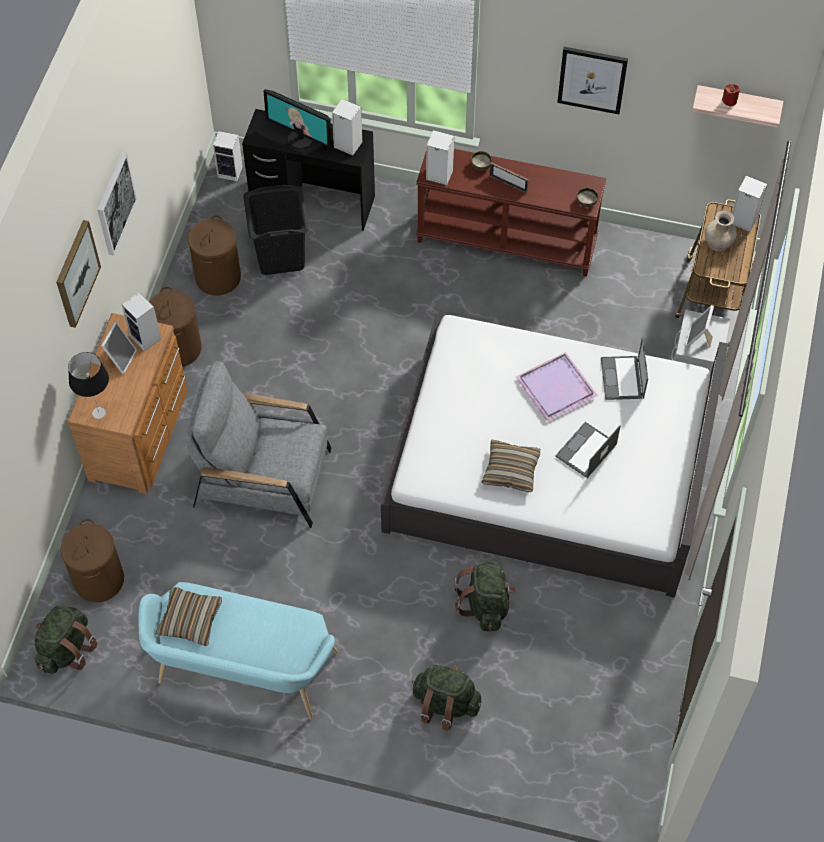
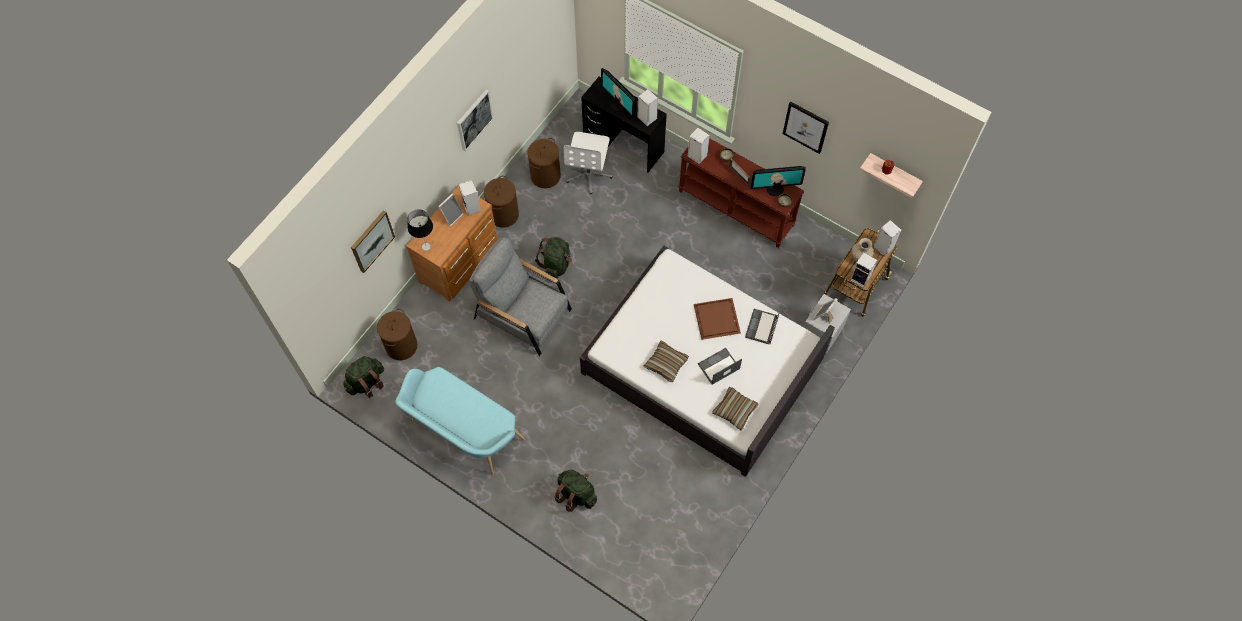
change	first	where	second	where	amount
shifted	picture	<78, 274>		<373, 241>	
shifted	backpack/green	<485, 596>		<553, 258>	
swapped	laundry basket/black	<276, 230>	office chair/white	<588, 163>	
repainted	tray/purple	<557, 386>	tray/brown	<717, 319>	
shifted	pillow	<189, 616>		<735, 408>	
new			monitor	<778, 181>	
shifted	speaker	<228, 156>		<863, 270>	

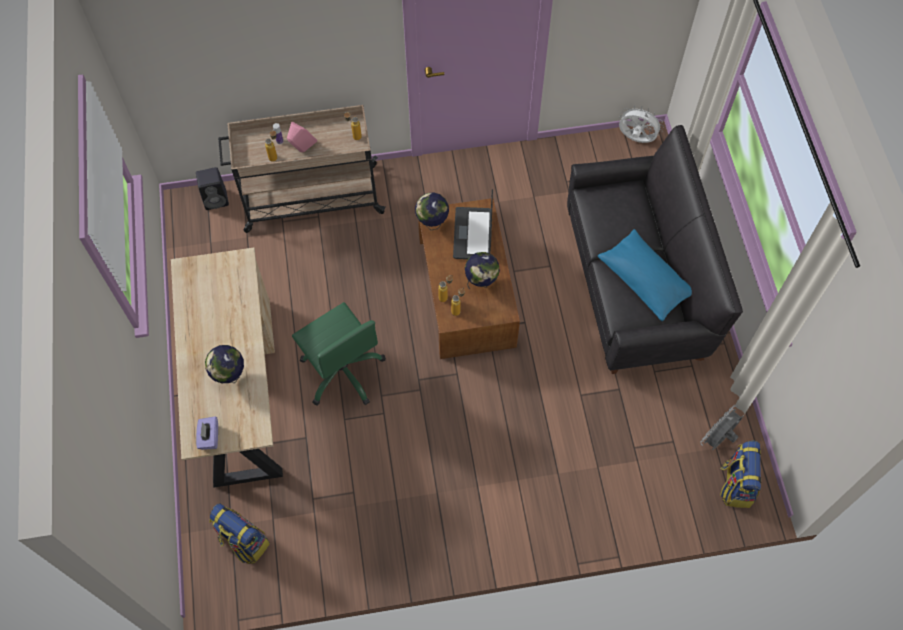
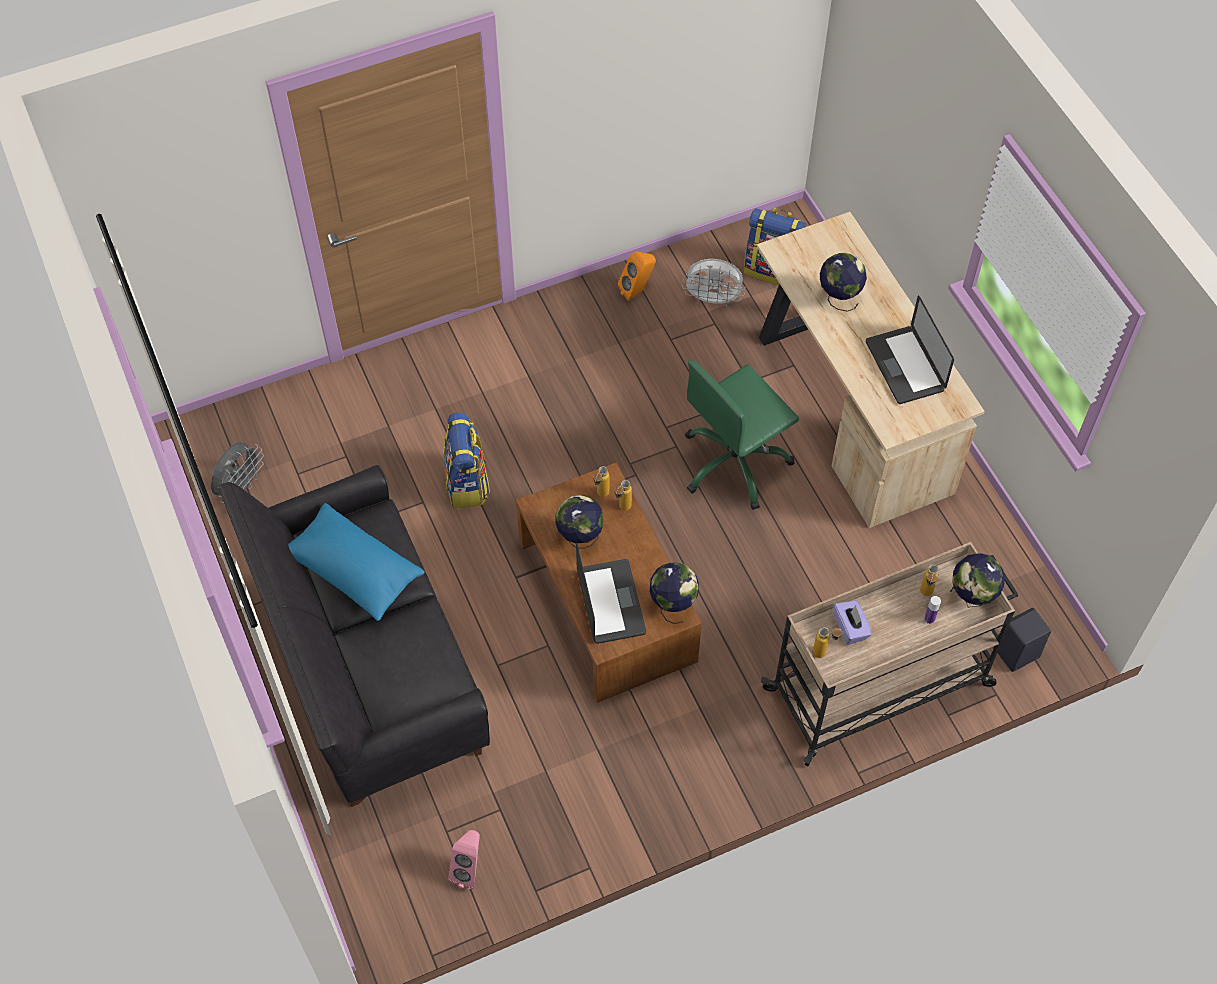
change	first	where	second	where	amount
shifted	backpack	<740, 474>		<466, 460>	
shifted	speaker/pink	<302, 137>		<464, 859>	
new			speaker/orange	<637, 276>	
shifted	fan/white	<641, 124>		<713, 283>	
rotated	office chair/green	<339, 354>		<742, 435>	75 degrees counterclockwise
shifted	tissue box/purple	<207, 433>		<852, 622>	
new			laptop	<910, 349>	
new			globe	<977, 581>	

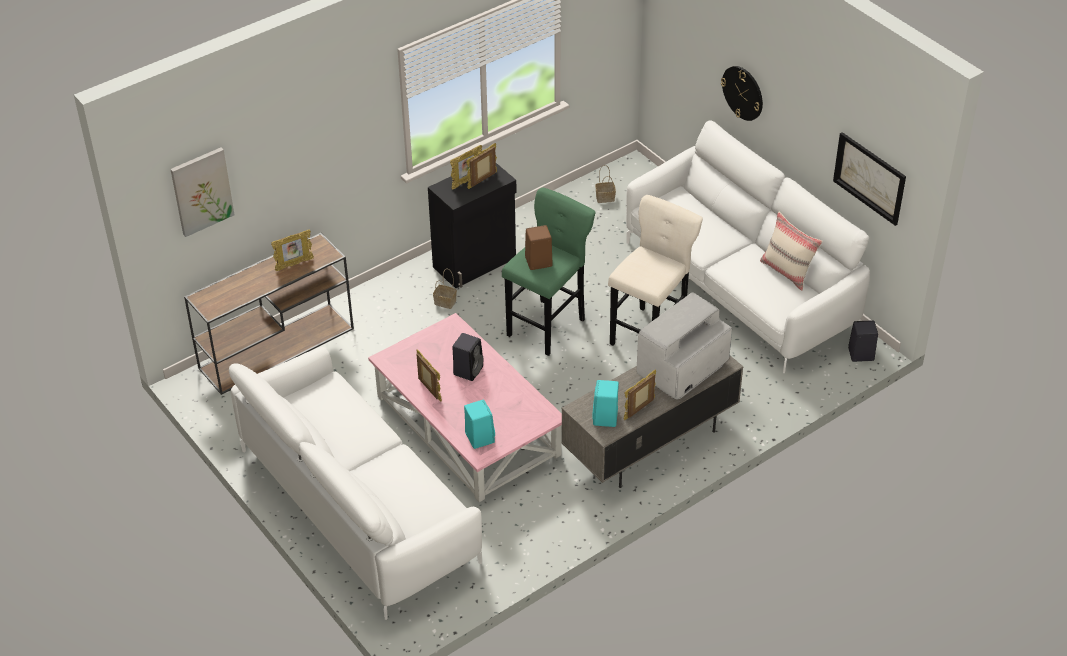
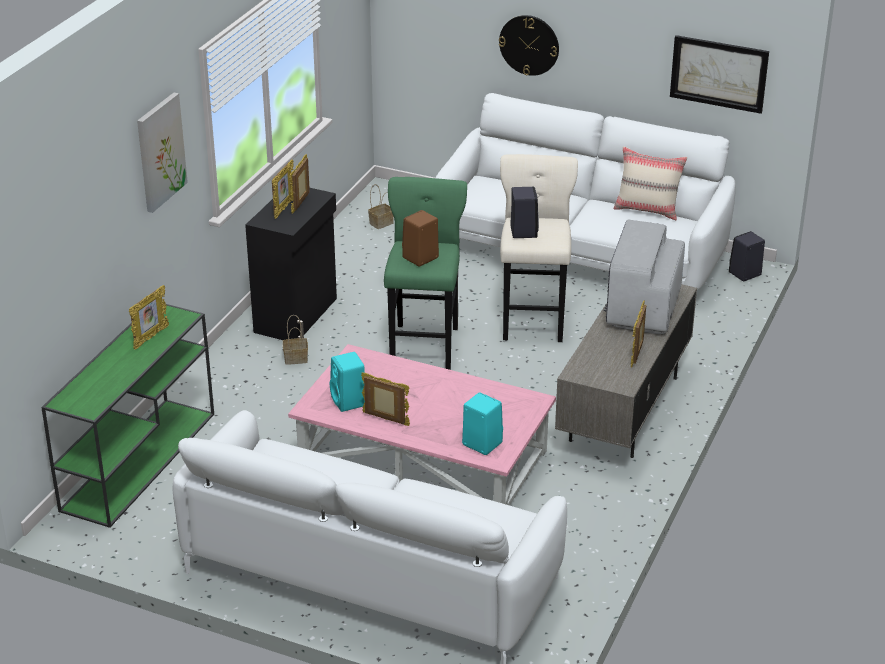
change	first	where	second	where	amount
repainted	console table/brown	<269, 314>	console table/green	<127, 416>	
shifted	picture	<202, 192>		<162, 153>	
shifted	speaker/turquoise	<605, 403>		<347, 382>	
shifted	speaker/black	<468, 357>		<524, 212>	

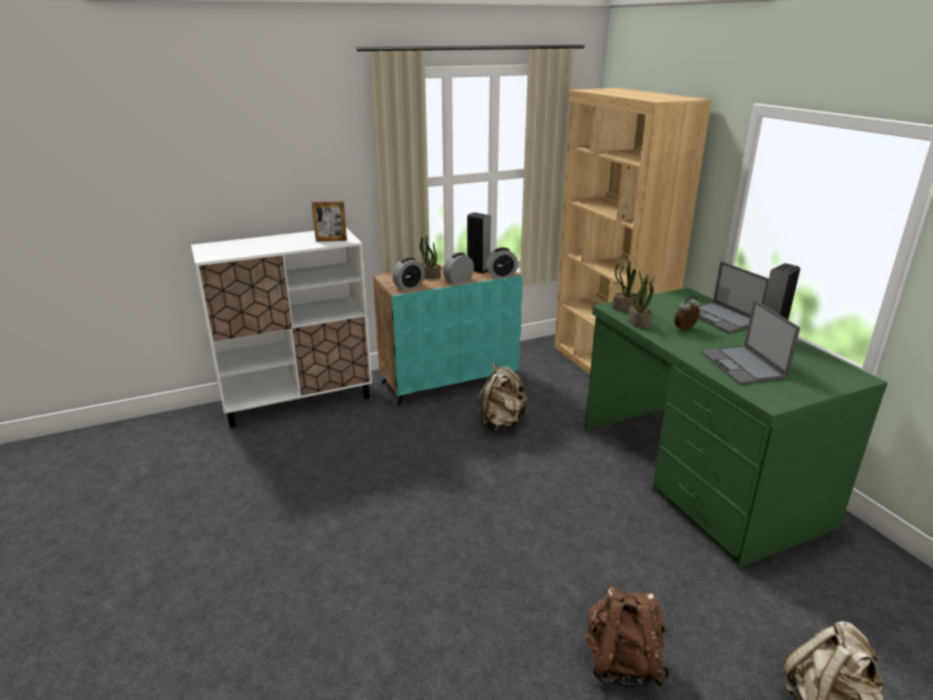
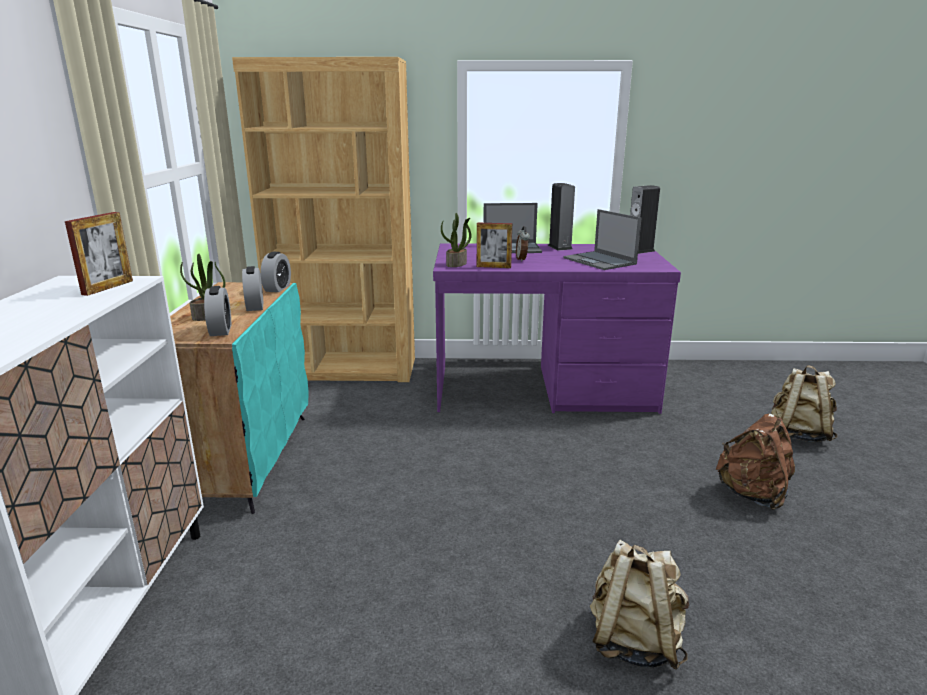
change	first	where	second	where	amount
repainted	desk/green	<736, 428>	desk/purple	<557, 328>	
swapped	potted plant	<642, 302>	picture frame	<494, 245>	
rotated	laptop	<750, 342>		<602, 239>	45 degrees clockwise
shifted	backpack/beige	<503, 397>		<639, 605>	
shifted	speaker	<479, 243>		<645, 219>	

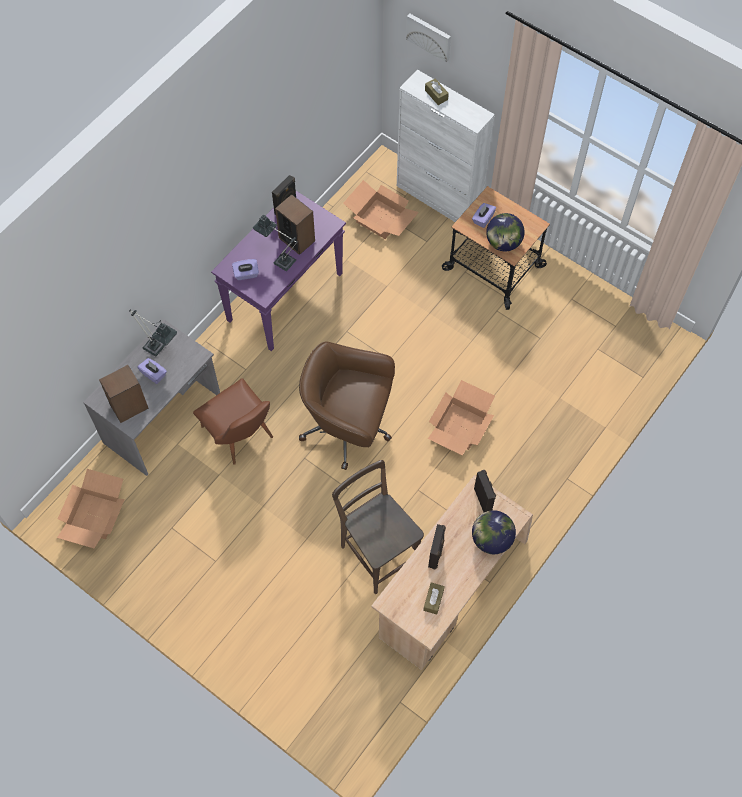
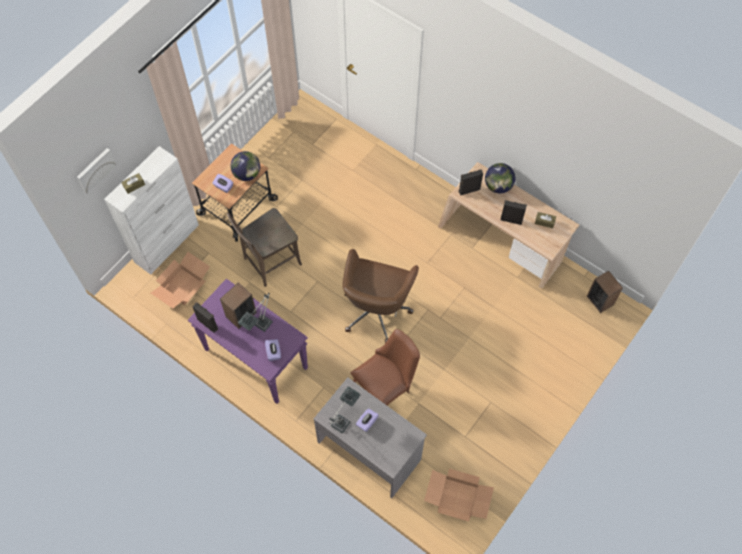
change	first	where	second	where	amount
shifted	chair/brown	<378, 527>		<264, 247>	
shifted	speaker	<123, 394>		<605, 292>	
gone	cardboard box	<461, 417>			

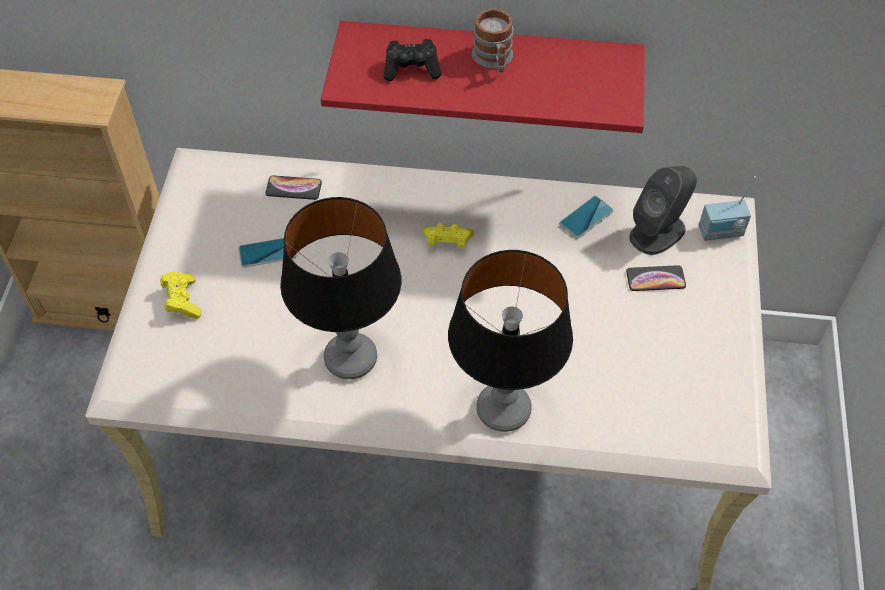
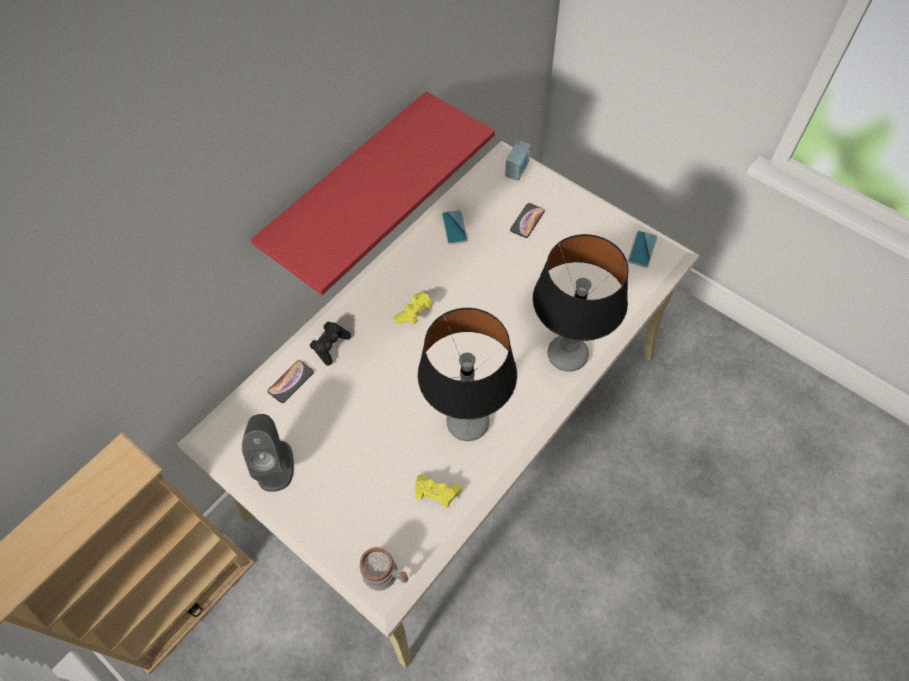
change	first	where	second	where	amount
shifted	speaker/grey	<663, 210>		<268, 453>	
shifted	game controller/black	<412, 60>		<330, 344>	
shifted	mug	<492, 40>		<384, 569>	
shifted	game controller/yellow	<181, 295>		<438, 491>	
shifted	phone	<267, 252>		<642, 249>	

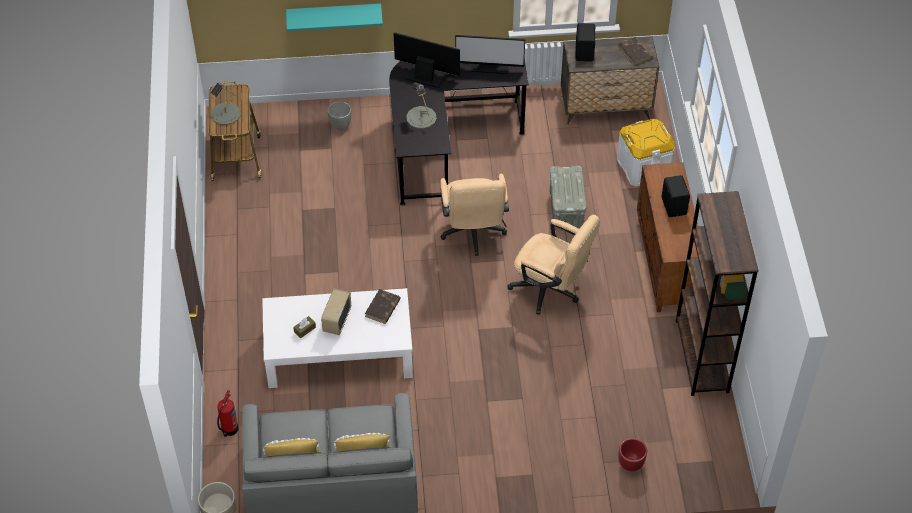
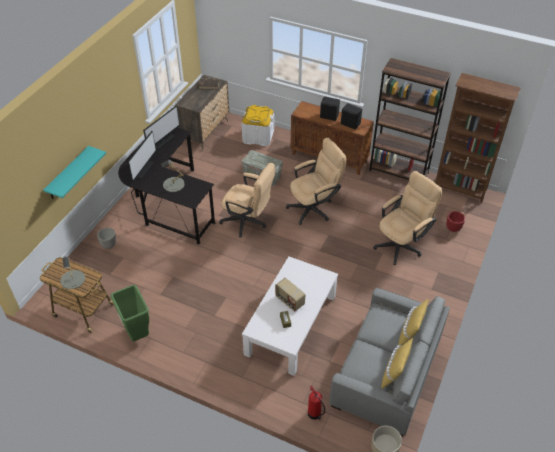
change	first	where	second	where	amount
new			trash can/green	<130, 313>	
rotated	monitor	<427, 60>		<142, 156>	150 degrees clockwise
shifted	speaker/black	<585, 42>		<351, 116>	
new			office chair/beige	<407, 218>	
new			bookcase/brown	<478, 138>	
gone	book/brown	<383, 306>			

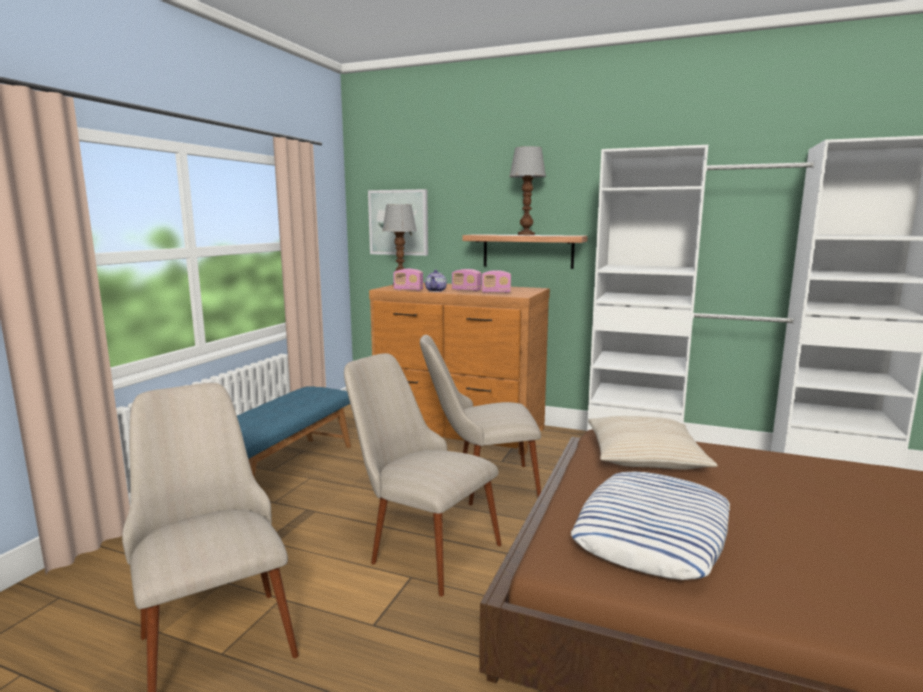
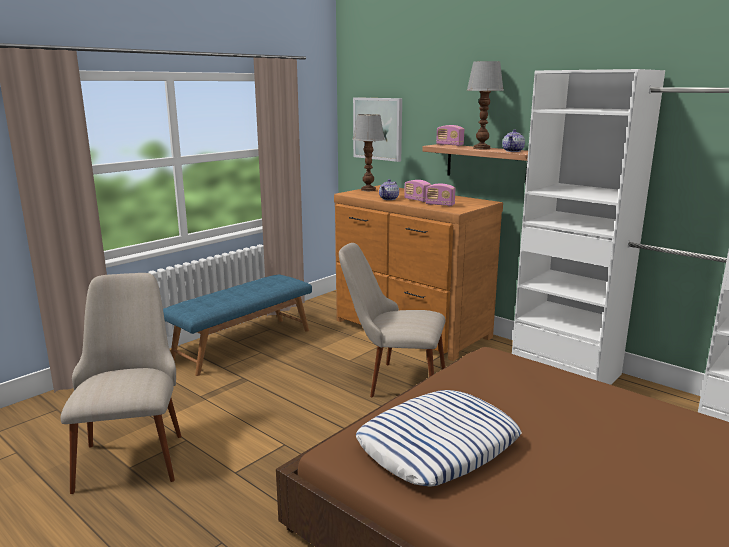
change	first	where	second	where	amount
shifted	radio	<408, 280>		<450, 135>	
new			teapot	<513, 140>	
gone	chair/beige	<422, 474>			
gone	pillow/beige	<653, 443>			

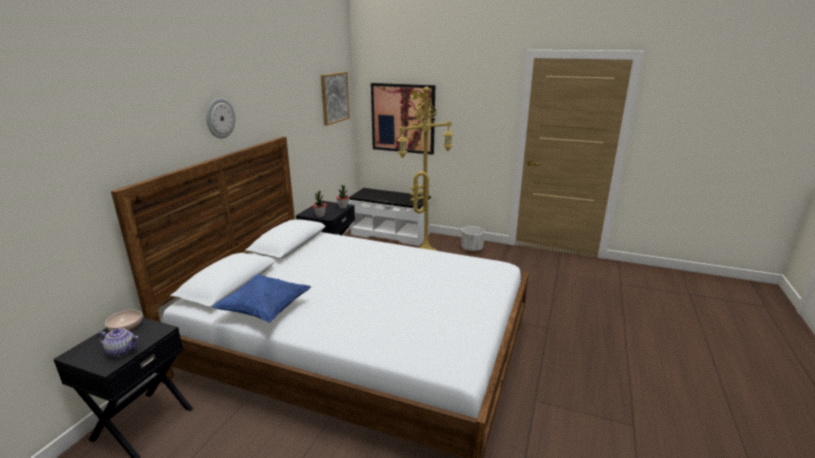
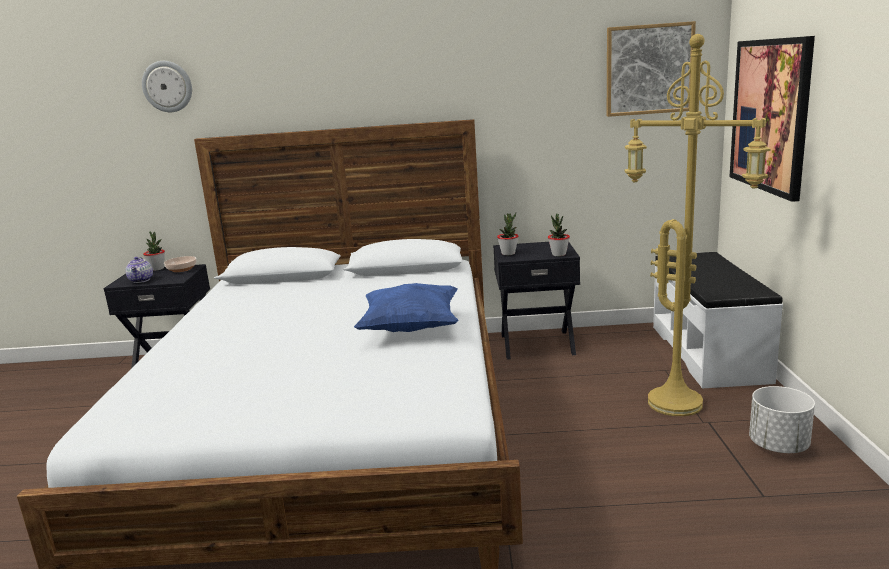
change	first	where	second	where	amount
shifted	wall clock	<220, 118>		<167, 86>	
new			potted plant	<154, 251>	
shifted	pillow/blue	<261, 298>		<406, 307>	

